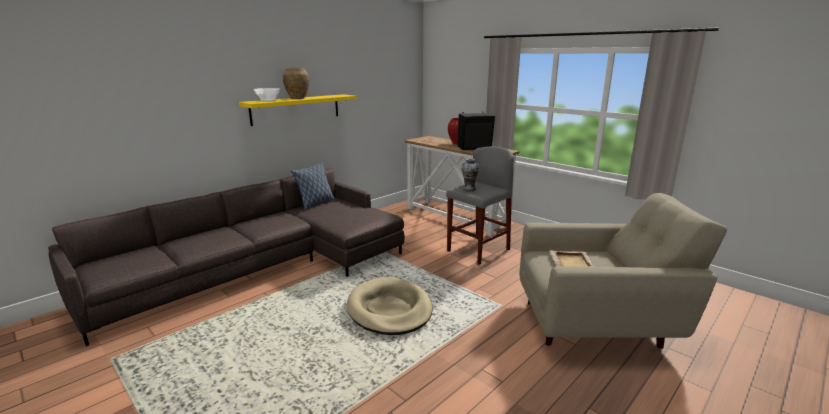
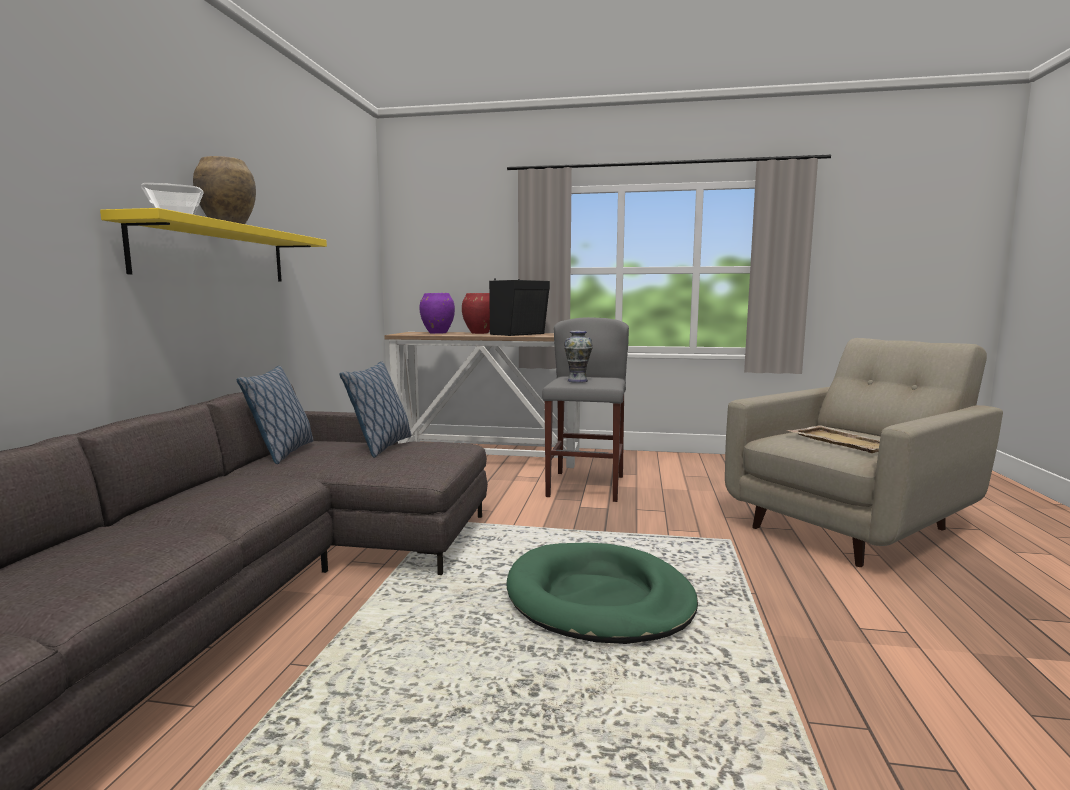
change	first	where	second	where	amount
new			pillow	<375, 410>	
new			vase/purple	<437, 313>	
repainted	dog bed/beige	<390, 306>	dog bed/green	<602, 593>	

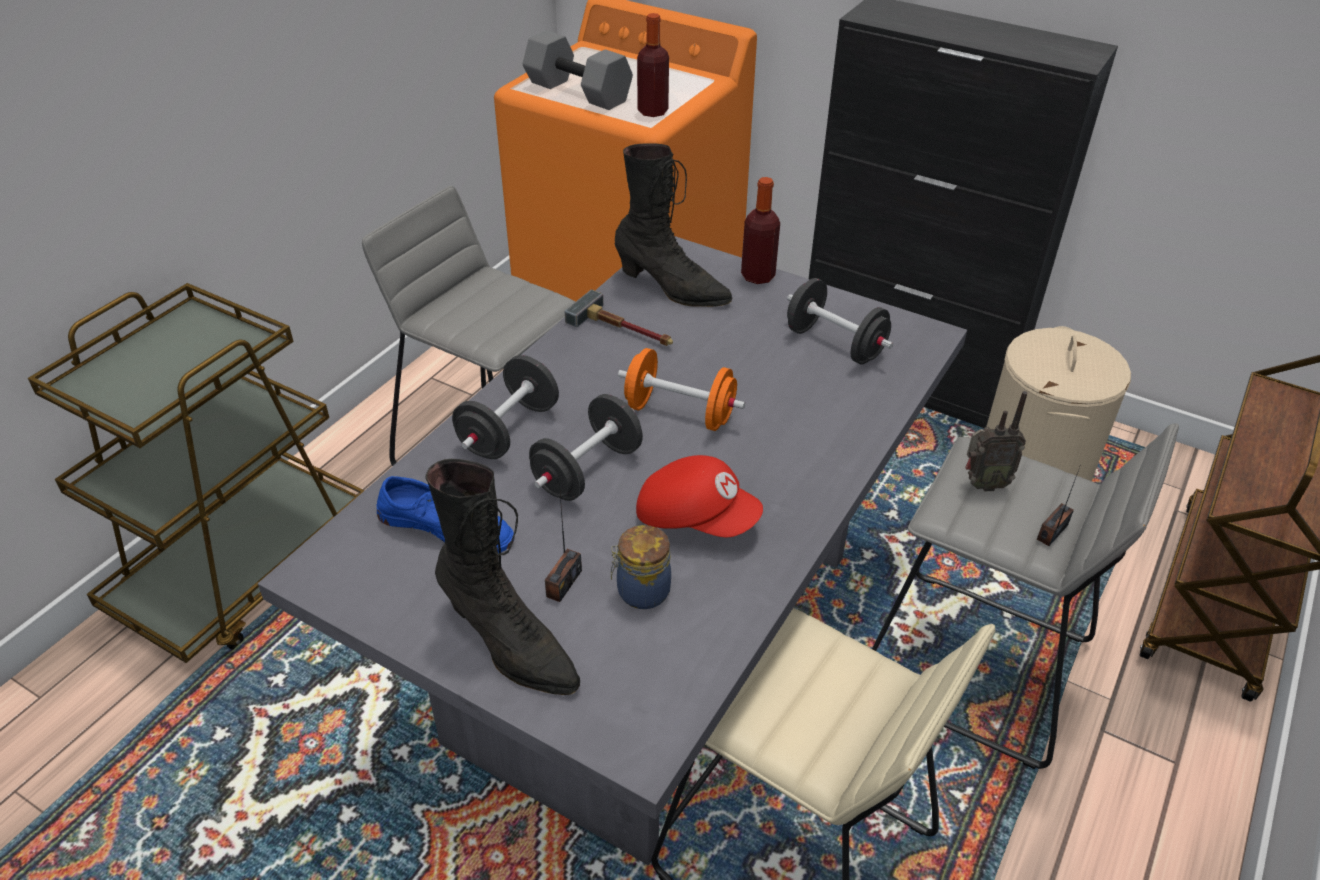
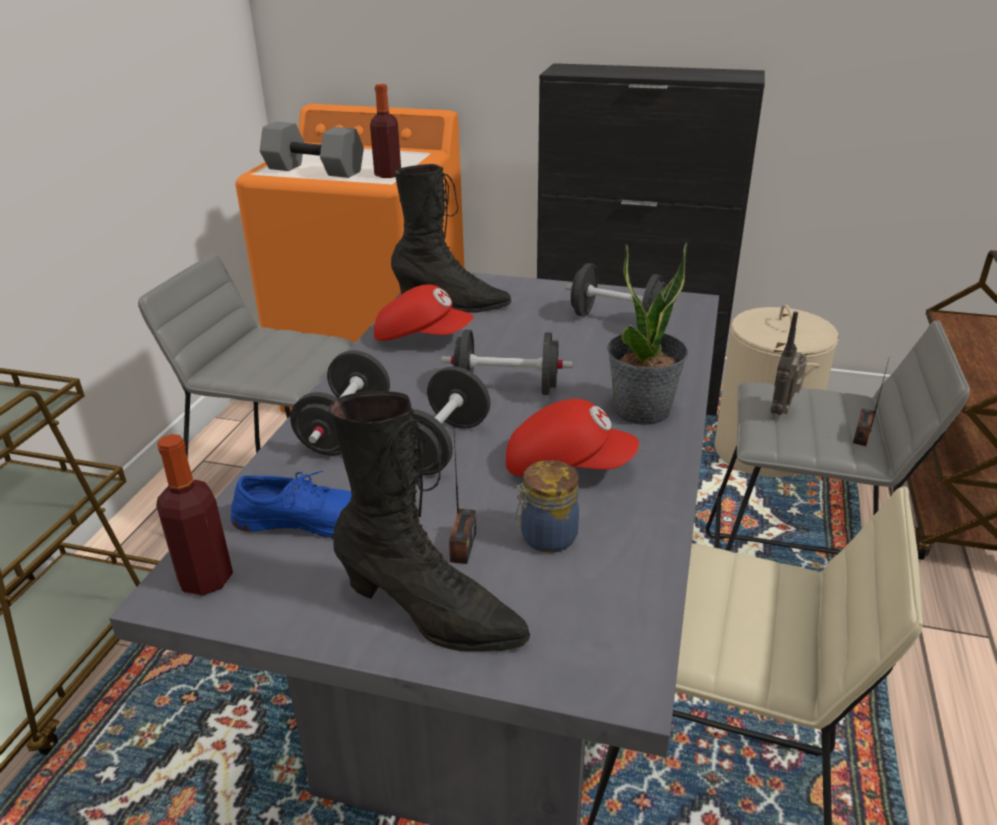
change	first	where	second	where	amount
shifted	bottle	<760, 230>		<194, 515>	
swapped	hammer	<619, 318>	cap/red	<423, 312>	
repainted	dumbbell/orange	<681, 389>	dumbbell/black	<507, 362>	
new			potted plant	<647, 334>	
rotated	radio	<996, 441>		<789, 363>	135 degrees clockwise

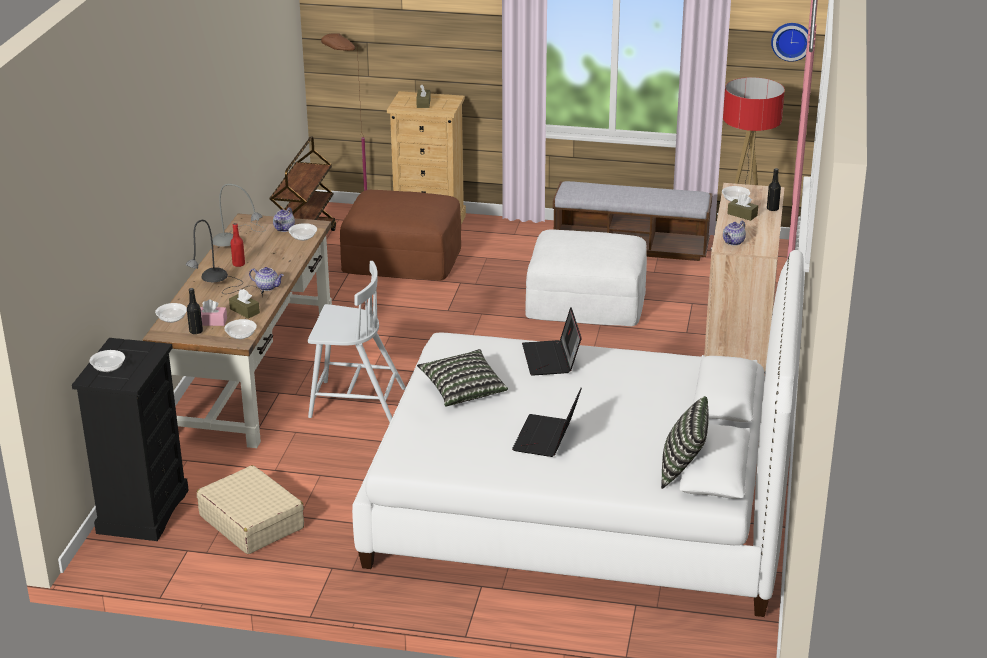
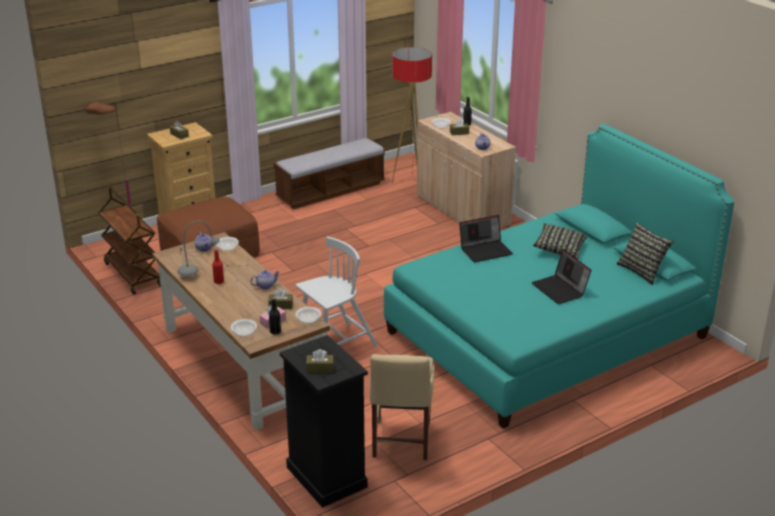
change	first	where	second	where	amount
swapped	bowl	<107, 361>	tissue box/brown	<320, 361>	
swapped	suitcase/beige	<250, 509>	chair/beige	<402, 407>	
repainted	bed/white	<578, 433>	bed/turquoise	<559, 276>	
rotated	laptop	<552, 341>		<486, 238>	60 degrees counterclockwise
shifted	pillow	<462, 378>		<560, 241>	
gone	table lamp/grey	<225, 258>			
gone	ottoman/white	<586, 278>			
gone	wall clock	<789, 42>			

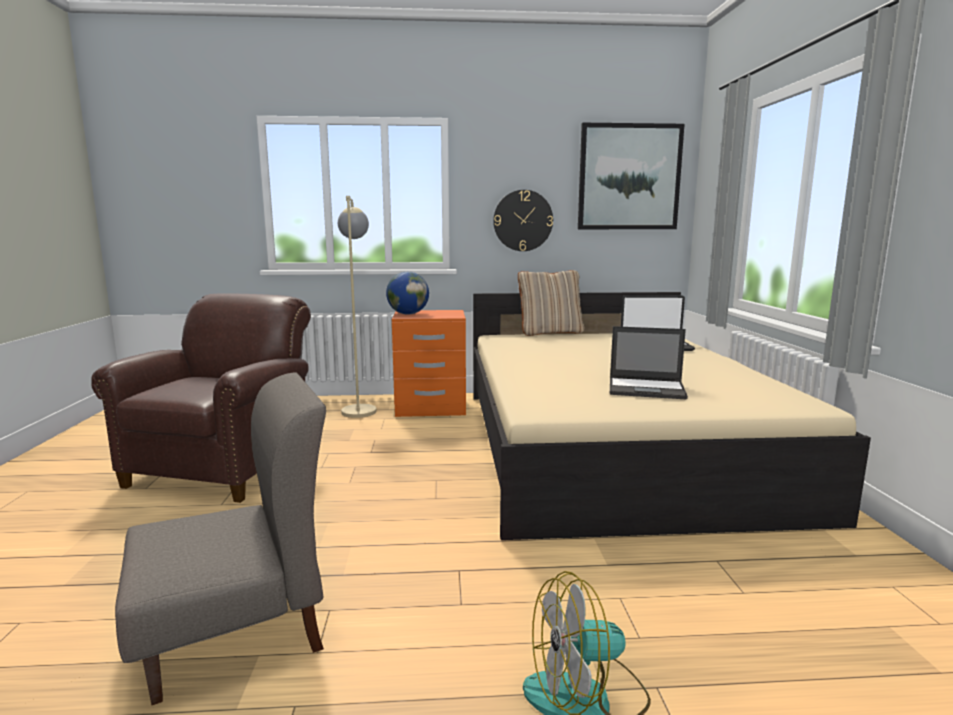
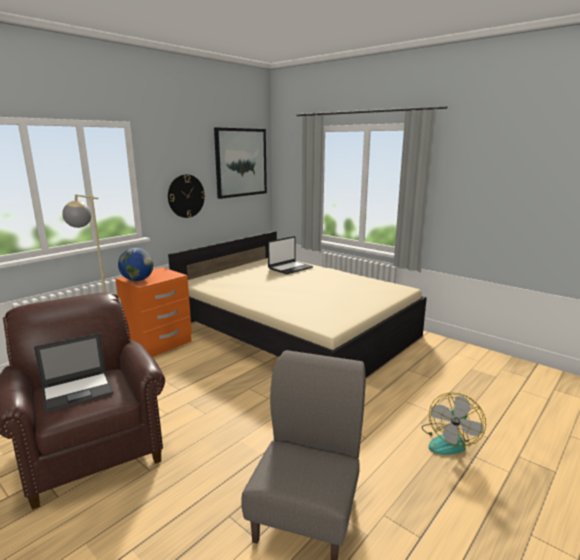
change	first	where	second	where	amount
shifted	laptop	<649, 363>		<74, 373>	
gone	pillow/beige	<551, 303>			

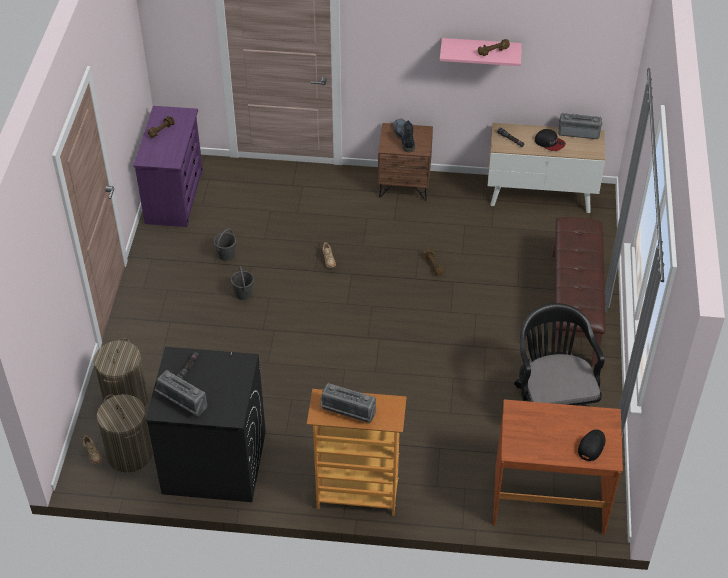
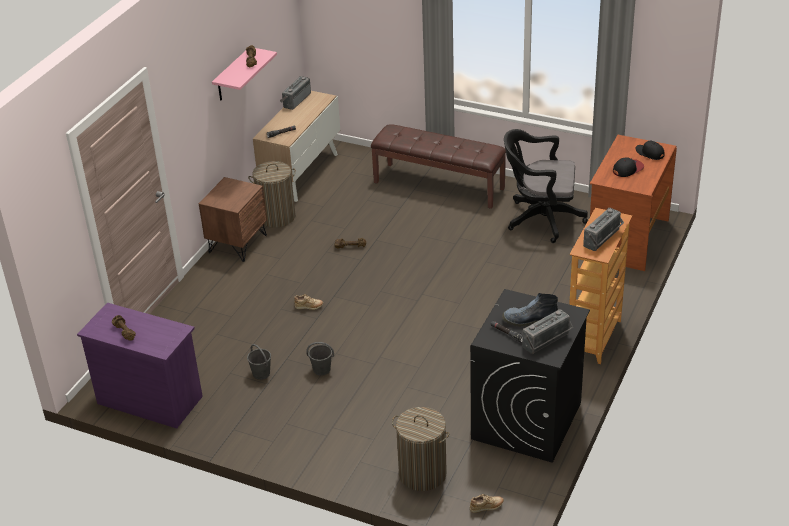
change	first	where	second	where	amount
shifted	laundry basket	<125, 433>		<272, 194>	
shifted	boot	<404, 135>		<530, 310>	
shifted	cap	<550, 140>		<628, 167>	

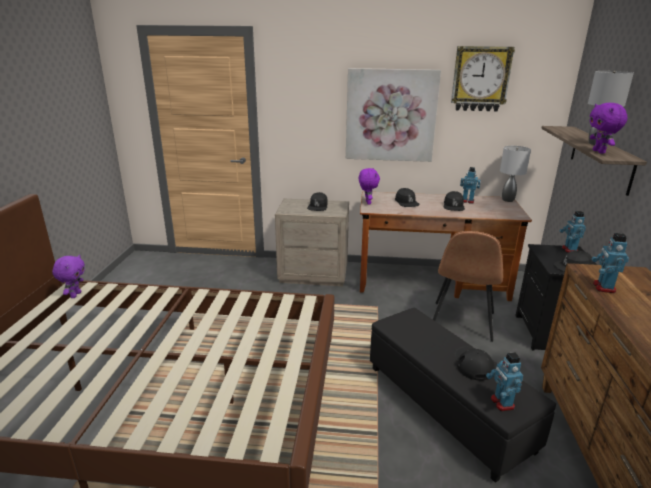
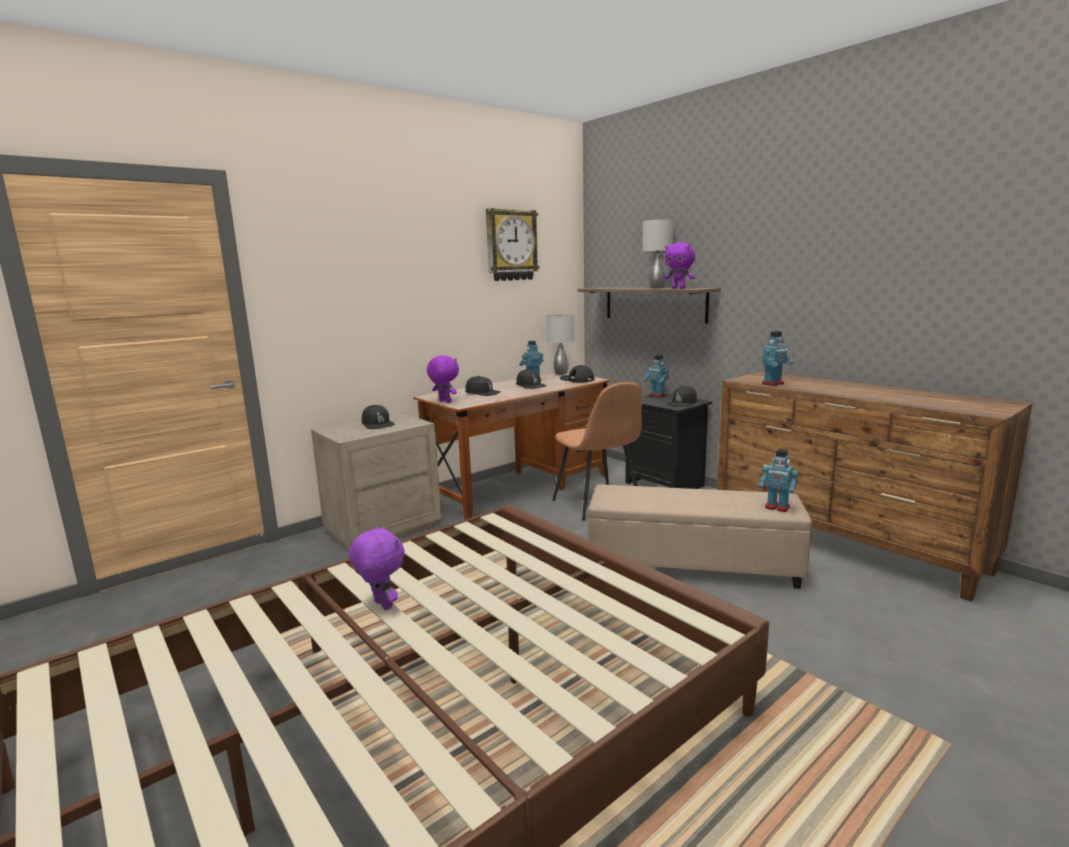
change	first	where	second	where	amount
shifted	plush toy/purple	<68, 276>		<376, 567>	
shifted	cap/black	<474, 363>		<577, 373>	
repainted	ottoman/black	<463, 395>	ottoman/beige	<700, 536>	
rotated	toy robot	<610, 263>		<778, 358>	90 degrees counterclockwise
gone	picture	<393, 115>			

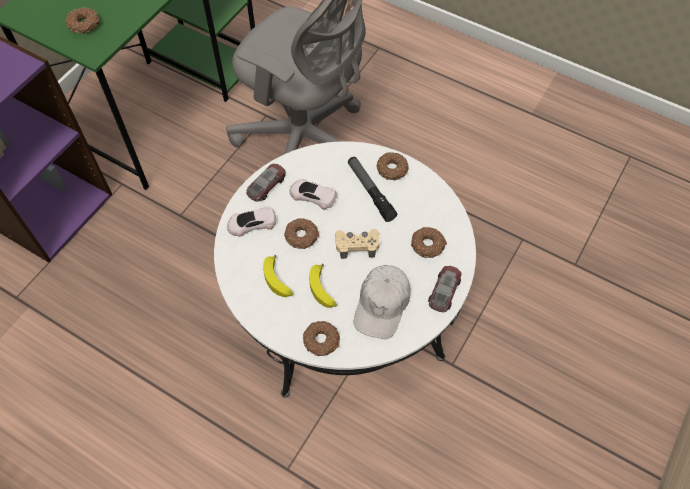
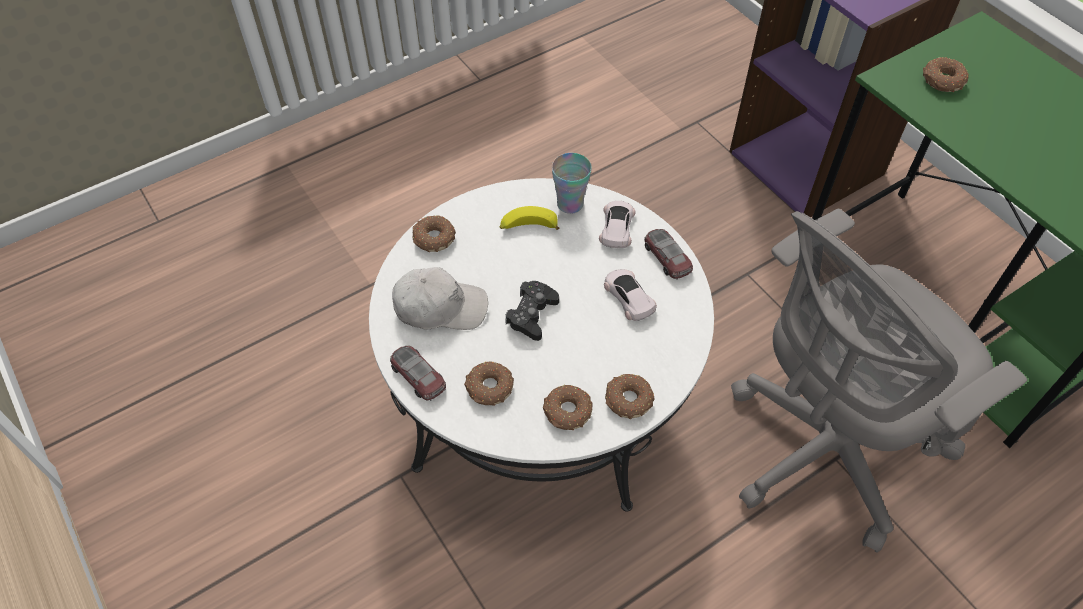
change	first	where	second	where	amount
rotated	cap/white	<382, 302>		<440, 298>	135 degrees clockwise
repainted	game controller/beige	<357, 244>	game controller/black	<532, 311>	
shifted	donut	<301, 233>		<568, 407>	
new			cup	<572, 183>	
rotated	toy car/white	<313, 194>		<630, 295>	75 degrees counterclockwise
gone	banana	<323, 286>			
gone	flashlight	<372, 189>			

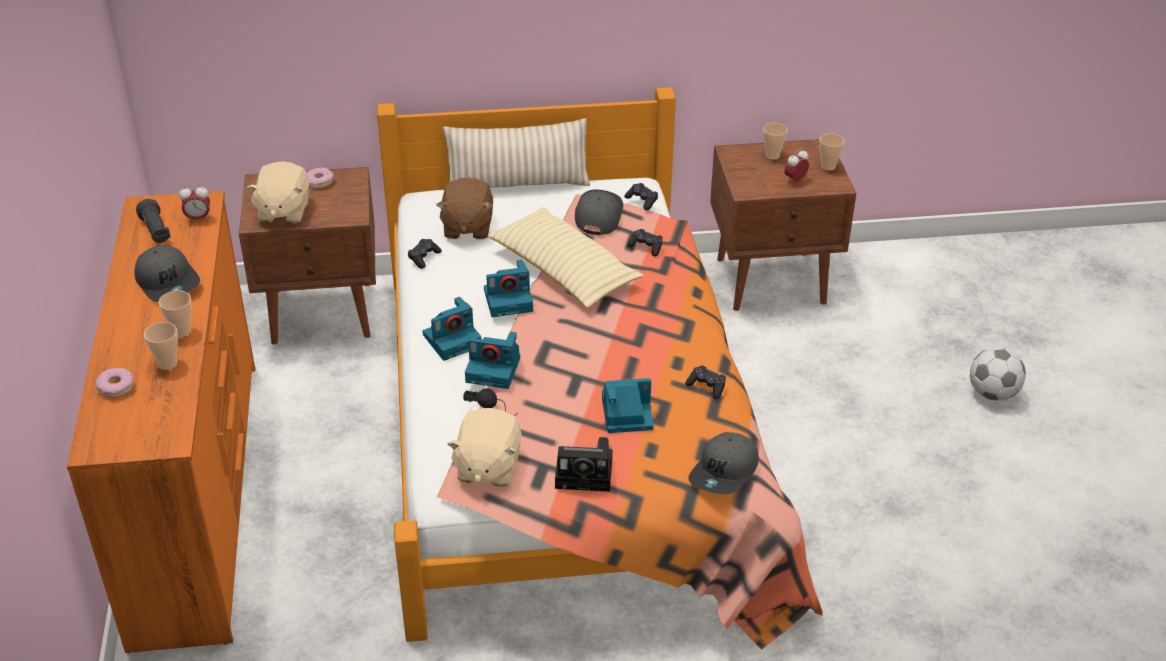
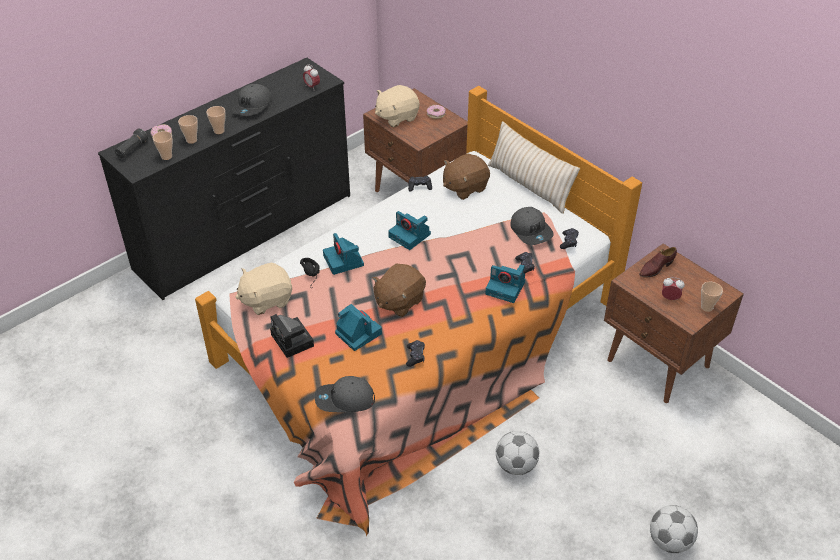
change	first	where	second	where	amount
repainted	dresser/orange	<161, 422>	dresser/black	<224, 179>	
shifted	flashlight/black	<153, 221>		<131, 143>	
shifted	cup	<775, 141>		<163, 145>	
new			plush toy/brown	<399, 290>	
shifted	photo camera	<452, 329>		<505, 283>	
new			football	<517, 453>	
rotated	cap/grey	<599, 212>		<532, 226>	90 degrees clockwise
new			shoe/brown	<658, 262>	
gone	pillow/beige	<566, 257>			

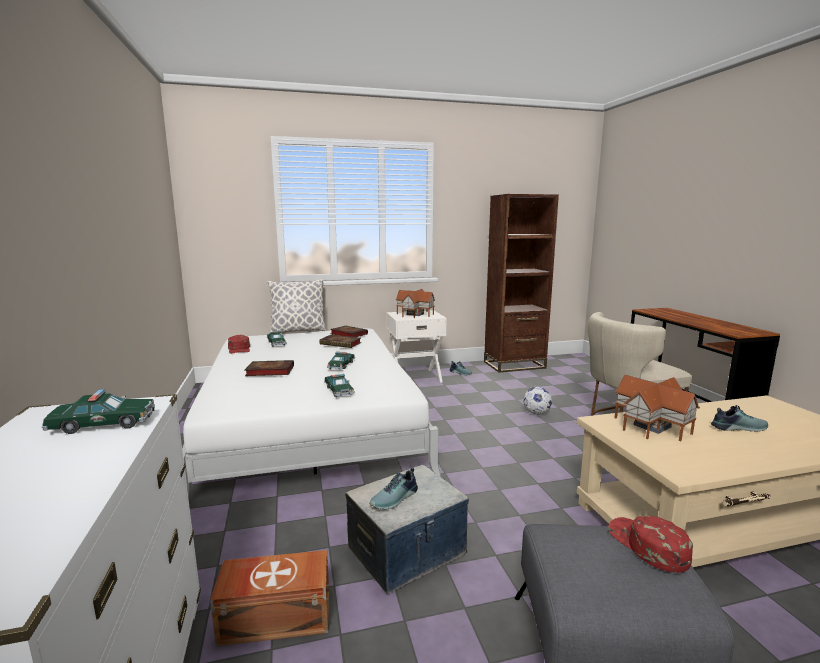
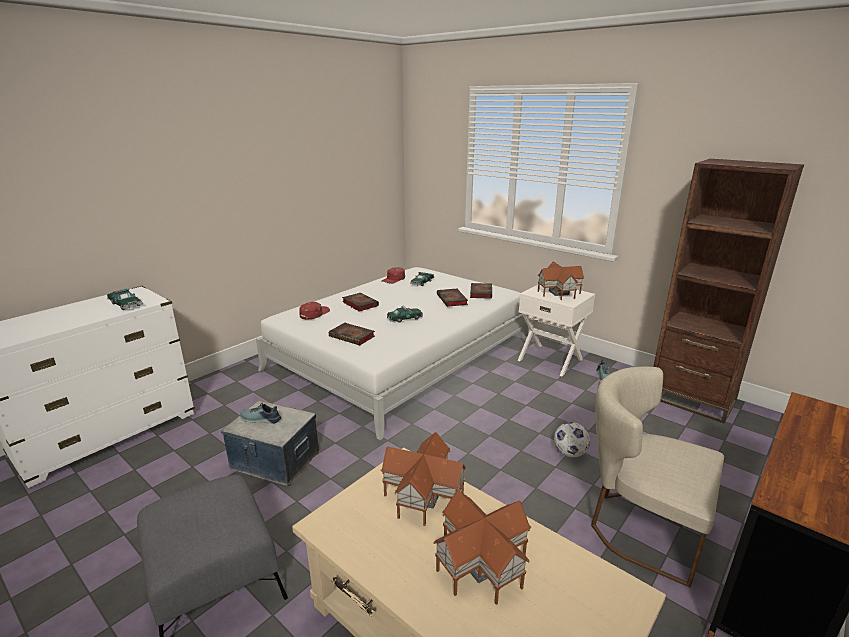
change	first	where	second	where	amount
shifted	cap/red	<650, 544>		<314, 310>	
swapped	toy car	<339, 385>	book	<352, 334>	
swapped	shoe	<739, 418>	toy house	<482, 547>	
gone	storage box/brown	<269, 598>			
gone	pillow	<296, 306>			

